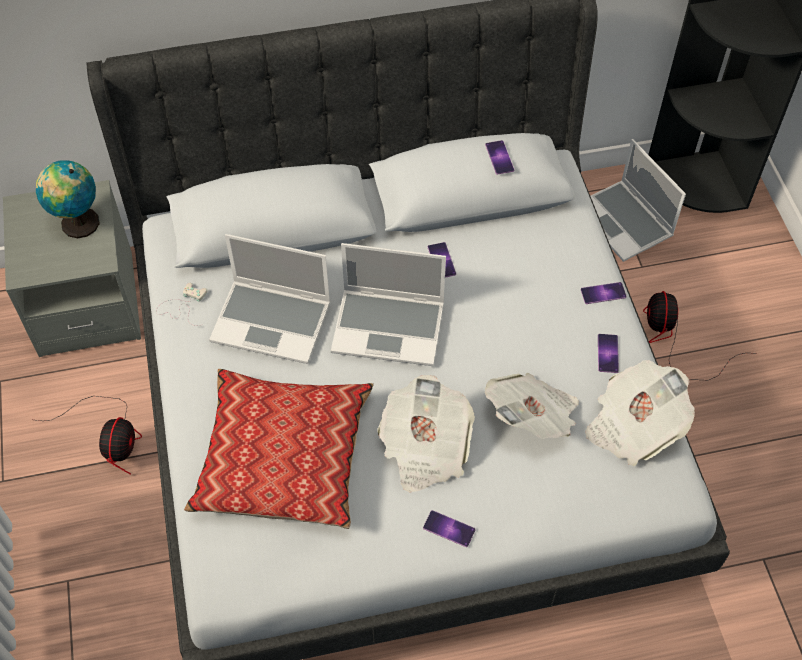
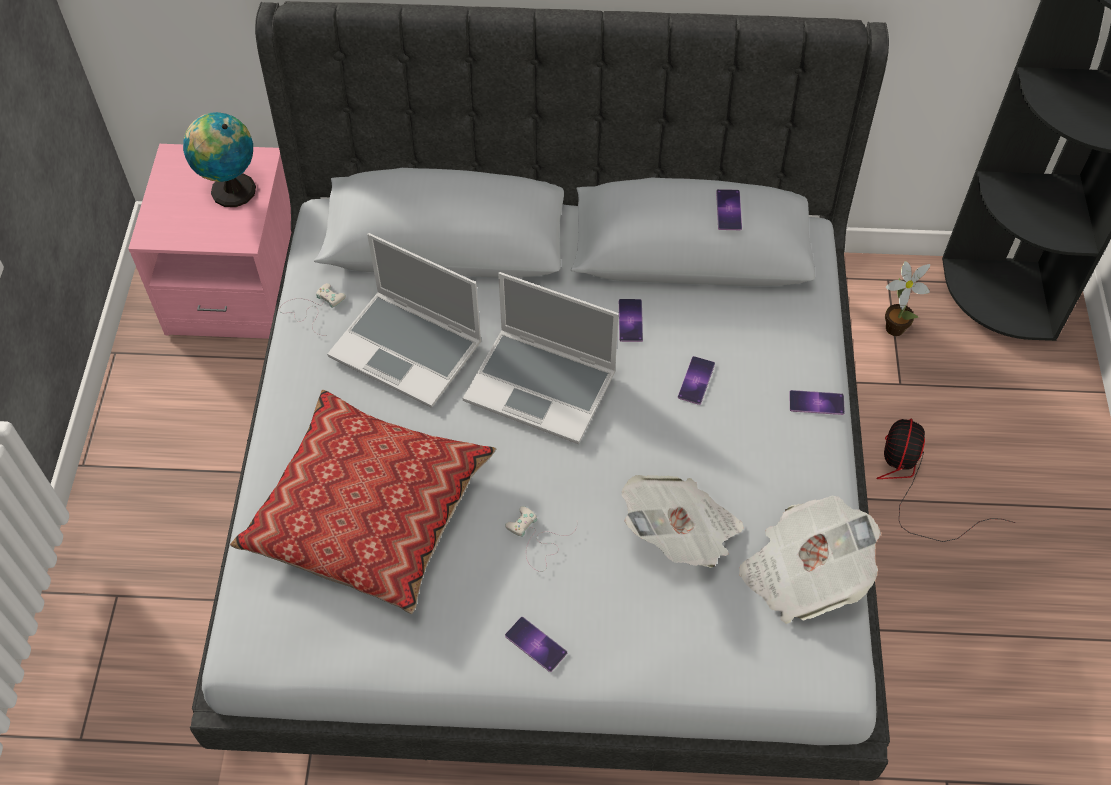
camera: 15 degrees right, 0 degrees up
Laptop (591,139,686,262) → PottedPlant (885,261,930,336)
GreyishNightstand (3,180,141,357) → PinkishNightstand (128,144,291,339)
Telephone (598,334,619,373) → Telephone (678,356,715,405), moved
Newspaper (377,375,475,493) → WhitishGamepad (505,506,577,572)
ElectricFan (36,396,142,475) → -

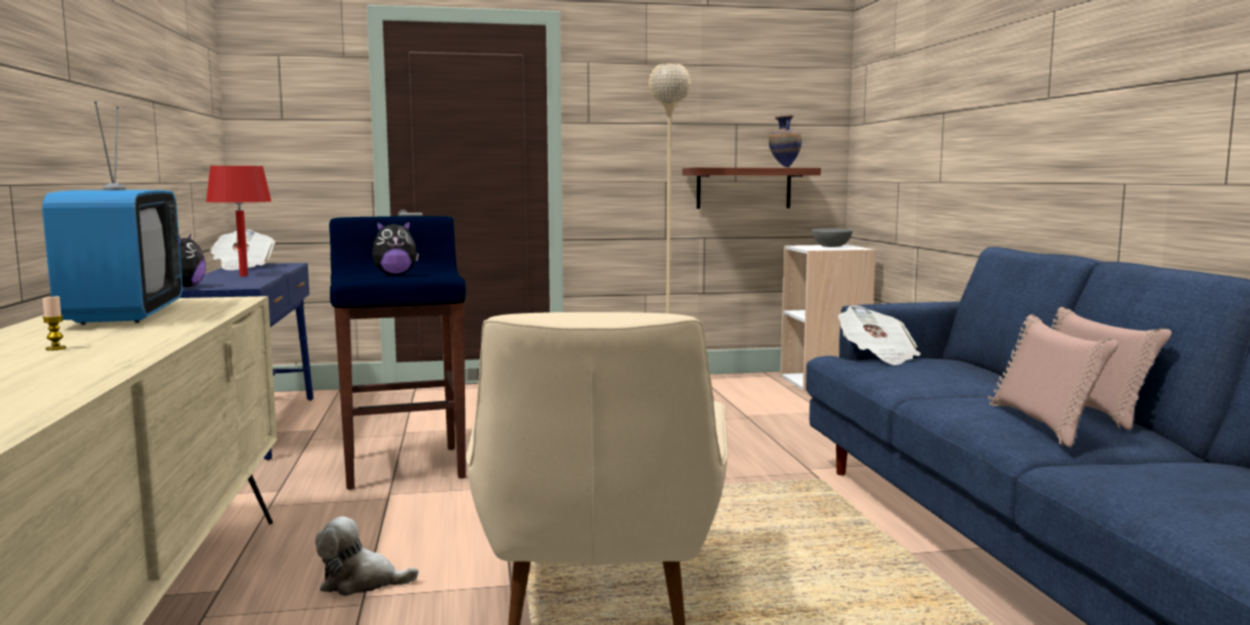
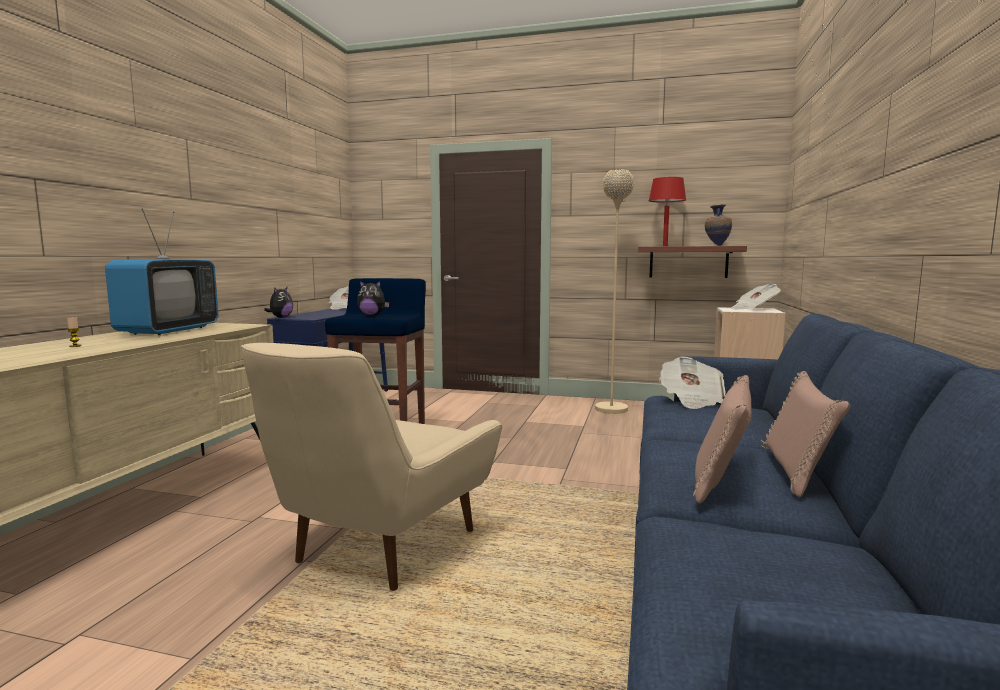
camera: 25 degrees right, 0 degrees up
RedColouredTableLamp (206,166,271,276) → RedColouredTableLamp (649,177,686,246), moved
GreyishDeepDish (811,228,853,247) → Newspaper (731,284,781,310)
PlushToy (315,516,418,596) → -

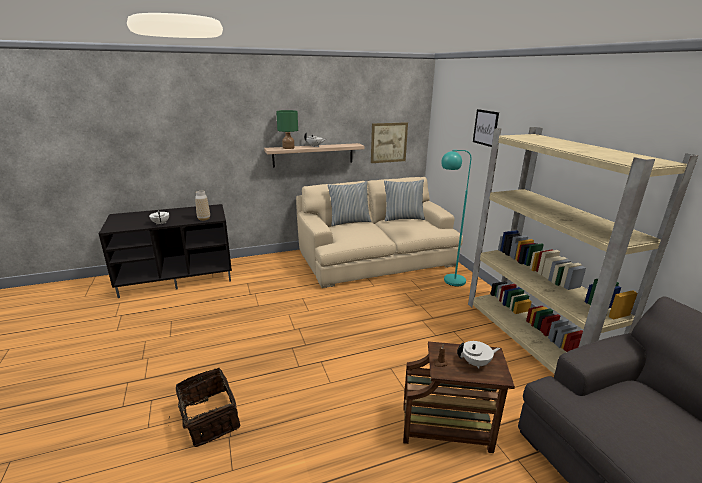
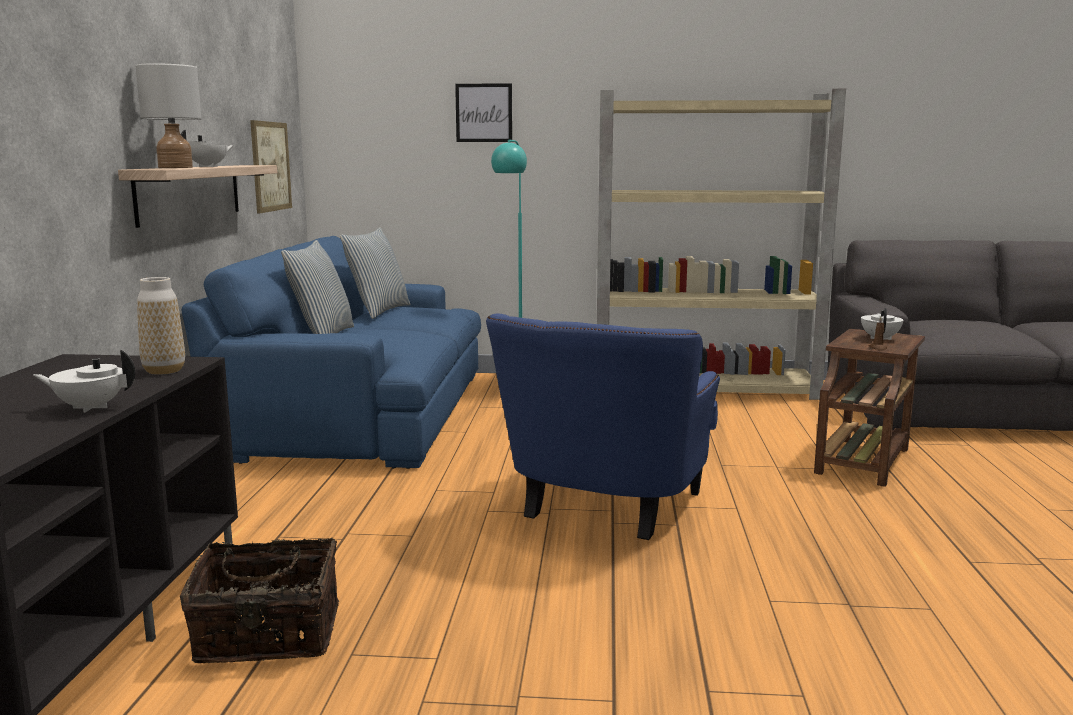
camera: 65 degrees left, 10 degrees down
GreenTableLamp (276,110,298,149) → GreyishTableLamp (135,63,201,168)
BeigeCouch (296,177,463,288) → BluishCouch (182,236,481,469)
Basket (170,368,241,447) → Basket (180,538,339,663), moved
- → BluishLoungeChair (486,313,720,540)

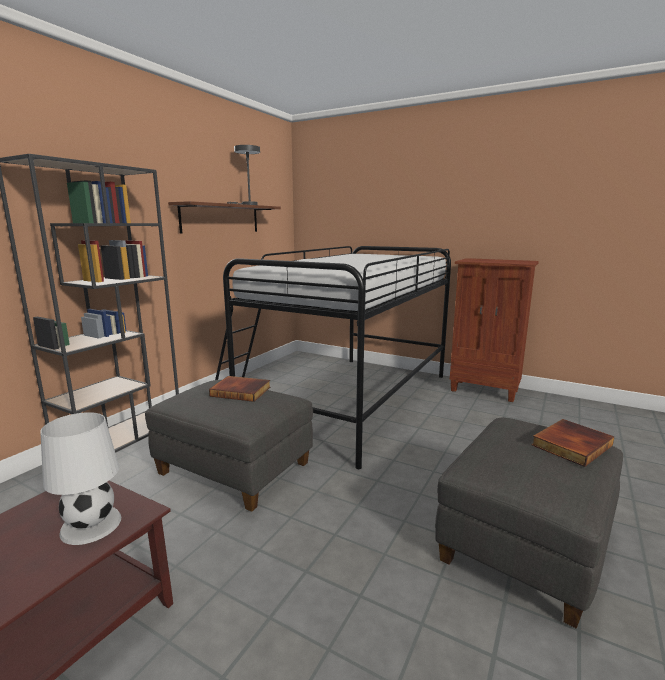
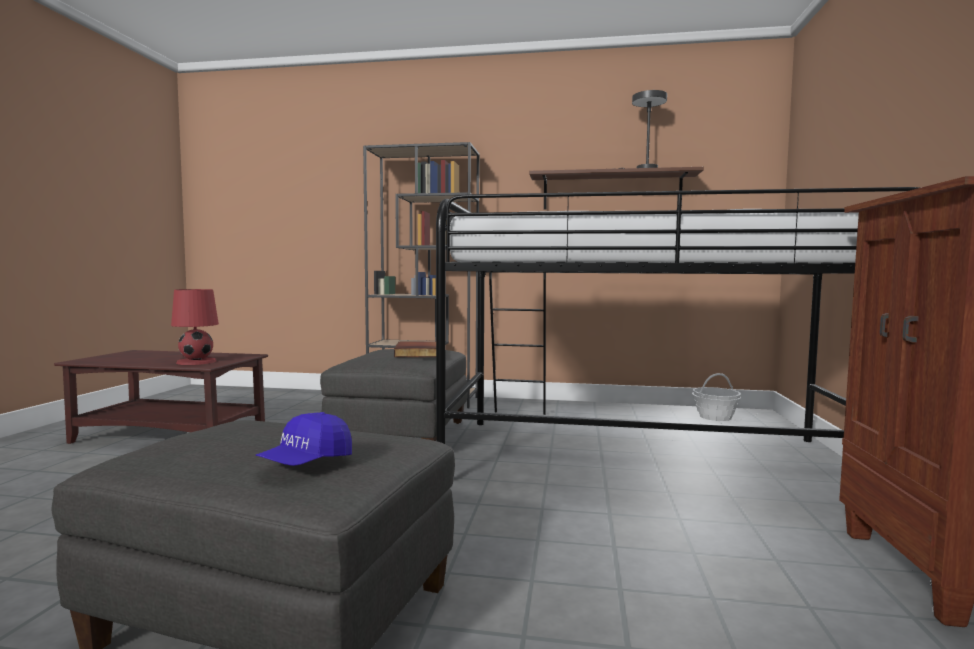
camera: 70 degrees right, 10 degrees down
WhitishTableLamp (40,412,121,545) → RedColouredTableLamp (171,289,219,365)
BoundBook (532,419,614,467) → BluishCap (255,412,352,466)
- → Basket (692,373,741,421)

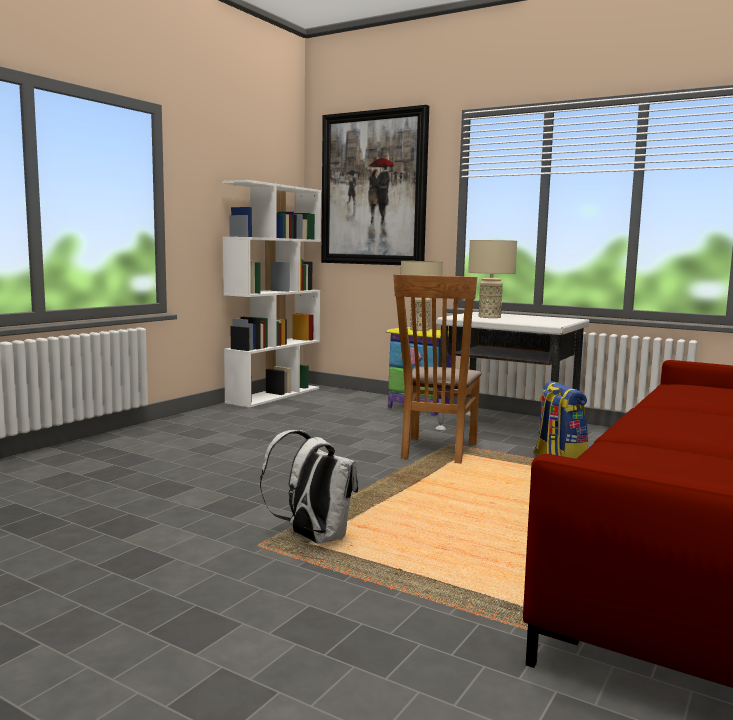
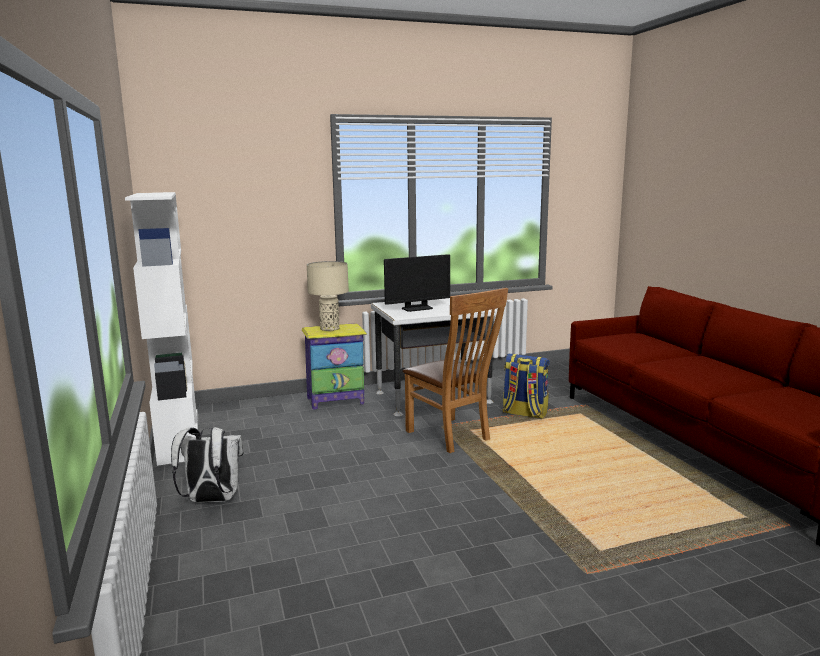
camera: 50 degrees left, 5 degrees up
WallPicture (321,105,429,265) → -
BeigeTableLamp (468,240,517,318) → Monitor (384,254,450,312)
WhitishKnapsack (260,430,358,544) → WhitishKnapsack (171,427,244,503), moved

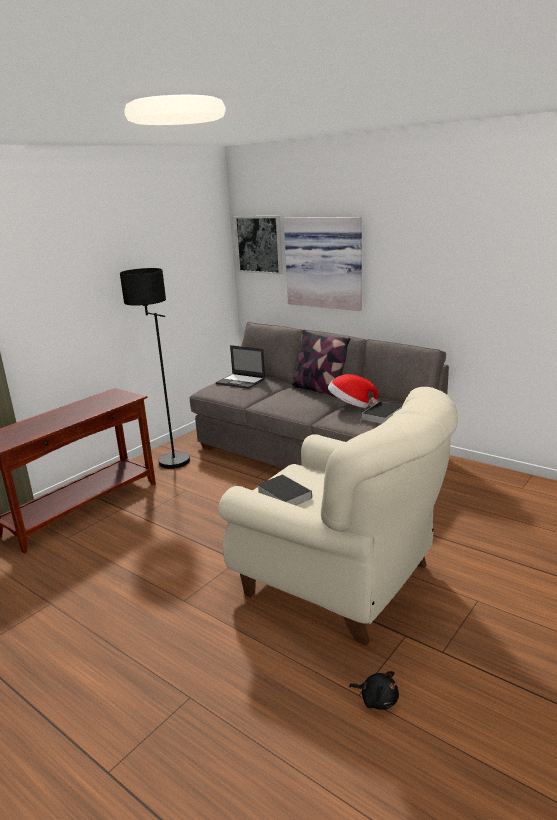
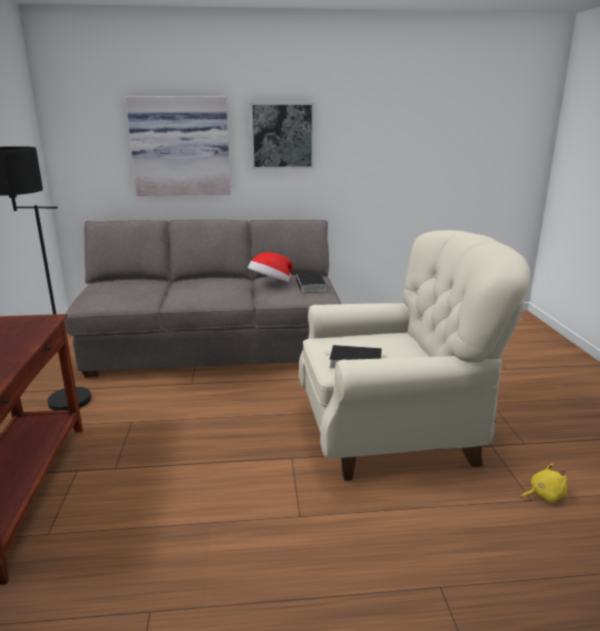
camera: 45 degrees left, 0 degrees up
WallPicture (234,216,283,275) → WallPicture (250,102,314,169), moved
Cushion (291,330,351,398) → -
Laptop (216,345,266,389) → -
BlackColouredPlushToy (349,671,399,710) → YellowColouredPlushToy (521,464,567,503)

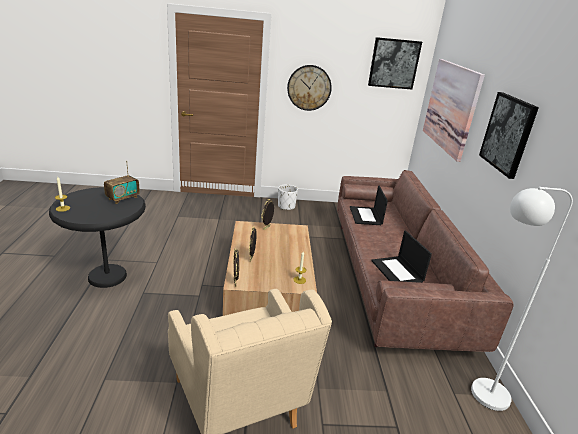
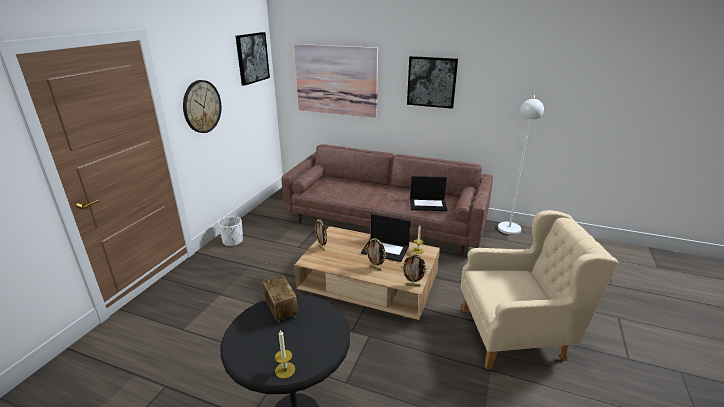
camera: 65 degrees left, 0 degrees up
Laptop (350,186,388,225) → Laptop (361,214,411,262), moved

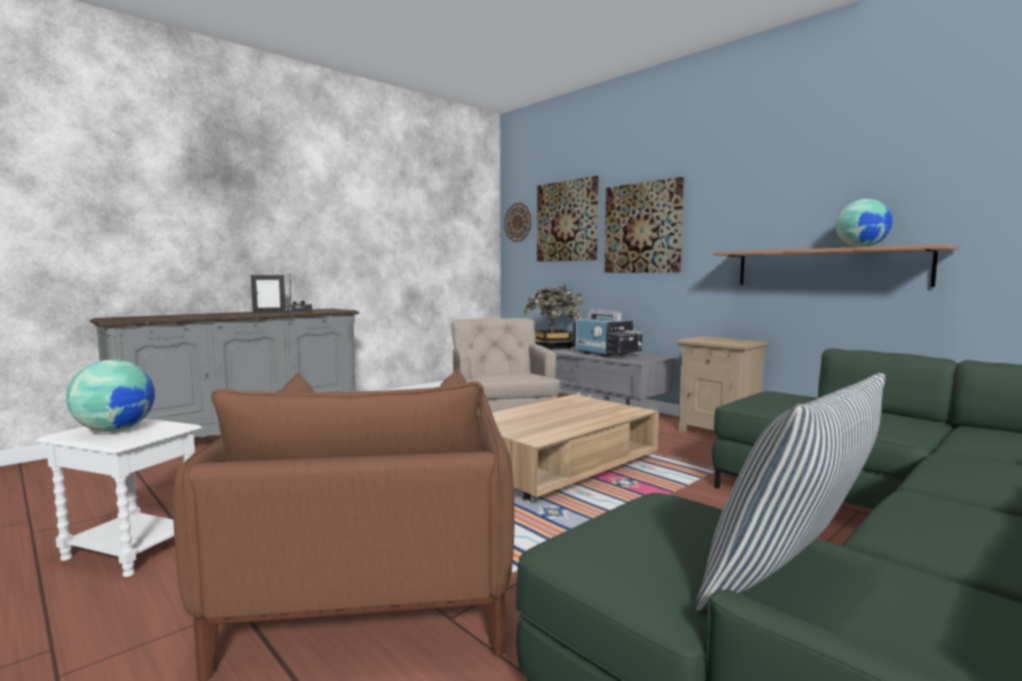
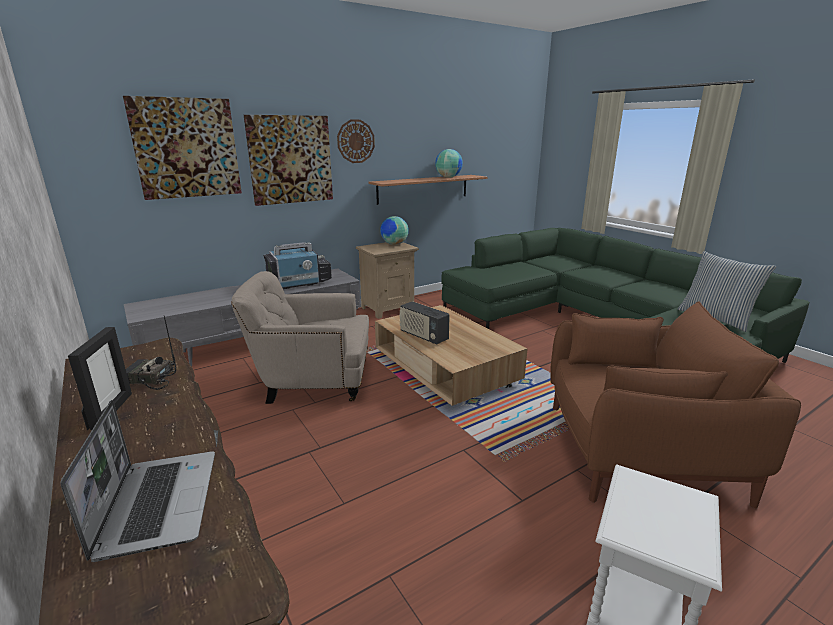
camera: 80 degrees left, 15 degrees up
ClockOnTheWall (505,203,531,242) → ClockOnTheWall (337,120,375,163), moved
PottedPlant (524,284,585,350) → -
Globe (66,360,155,432) → Globe (380,216,409,245), moved
- → RadioReceiver (399,301,450,344)
- → Laptop (61,400,215,562)

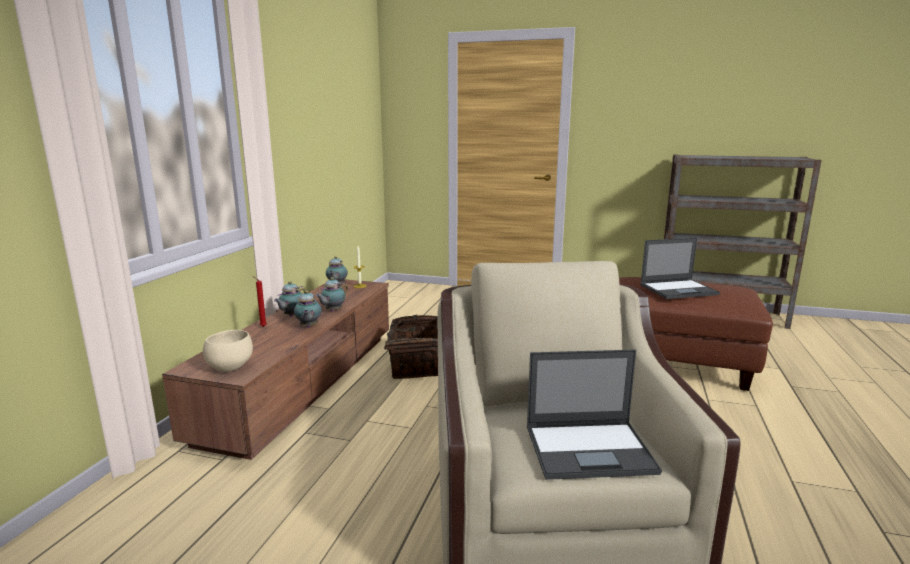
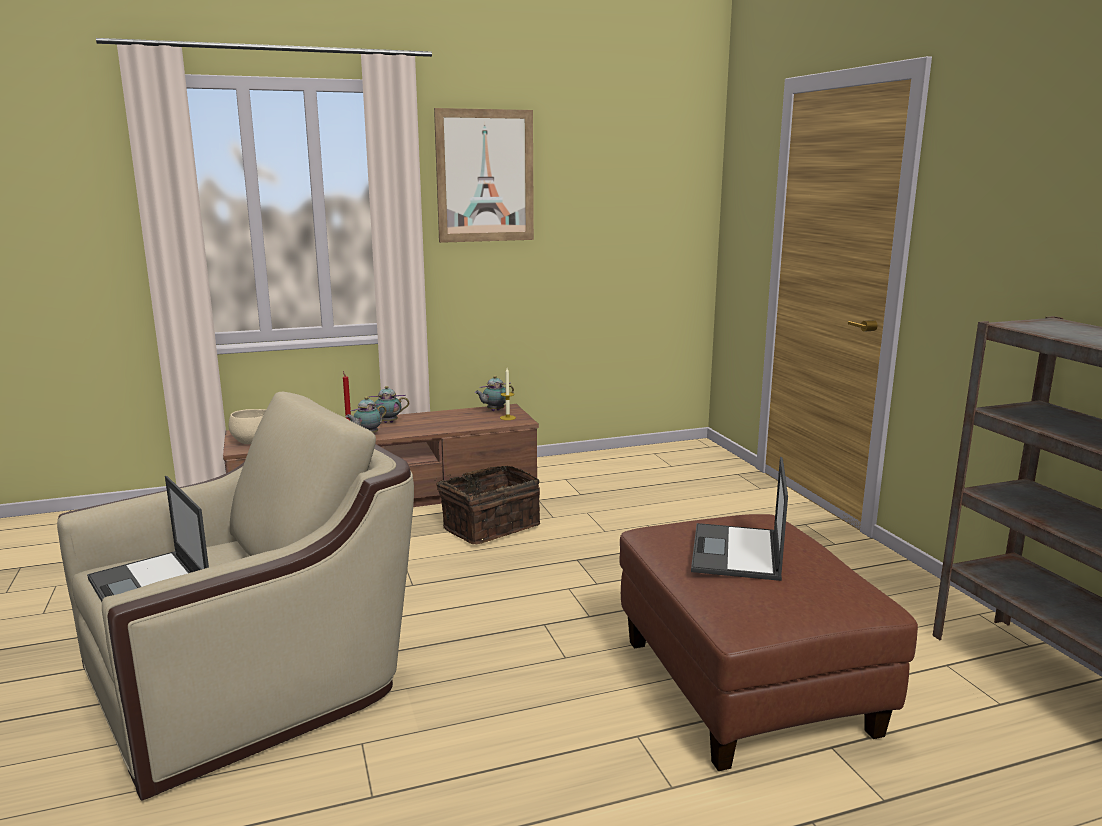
camera: 55 degrees right, 0 degrees up
Laptop (640,238,720,299) → Laptop (691,457,788,581), 60 degrees clockwise
Teapot (315,277,348,311) → -
- → WallPicture (434,108,534,243)

